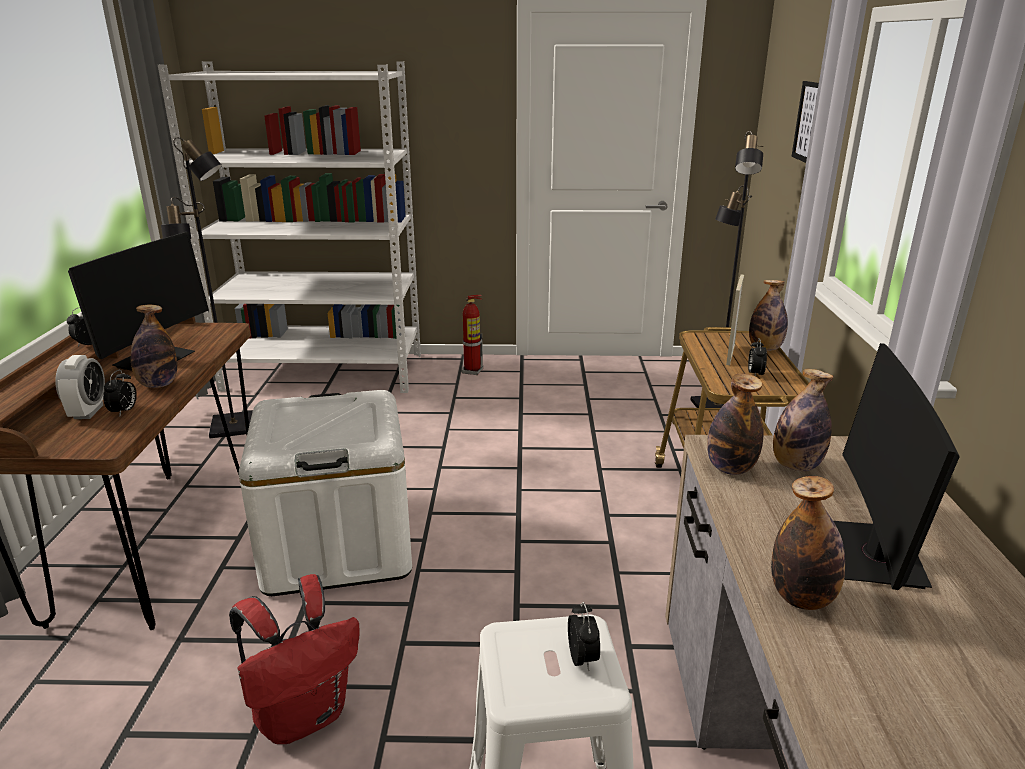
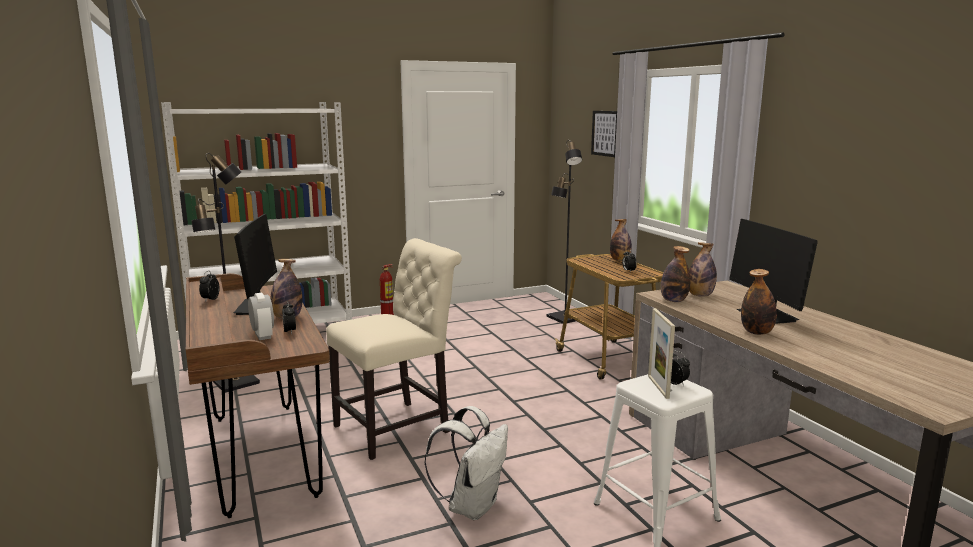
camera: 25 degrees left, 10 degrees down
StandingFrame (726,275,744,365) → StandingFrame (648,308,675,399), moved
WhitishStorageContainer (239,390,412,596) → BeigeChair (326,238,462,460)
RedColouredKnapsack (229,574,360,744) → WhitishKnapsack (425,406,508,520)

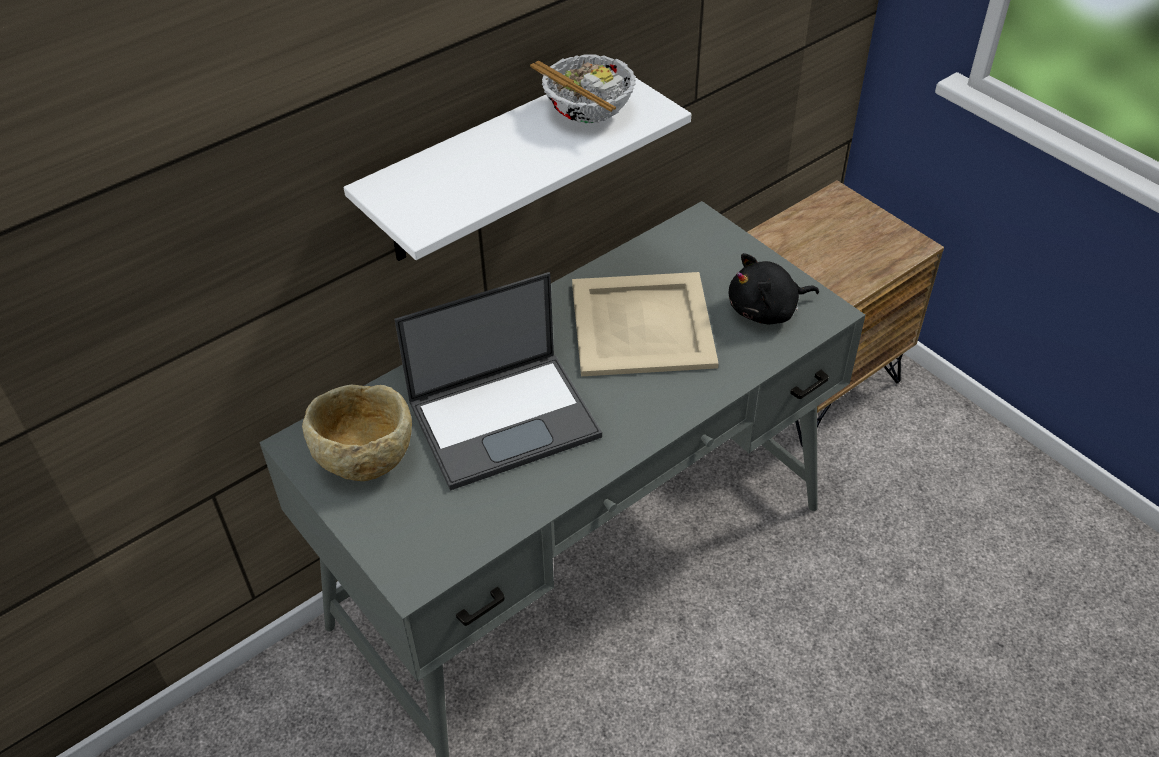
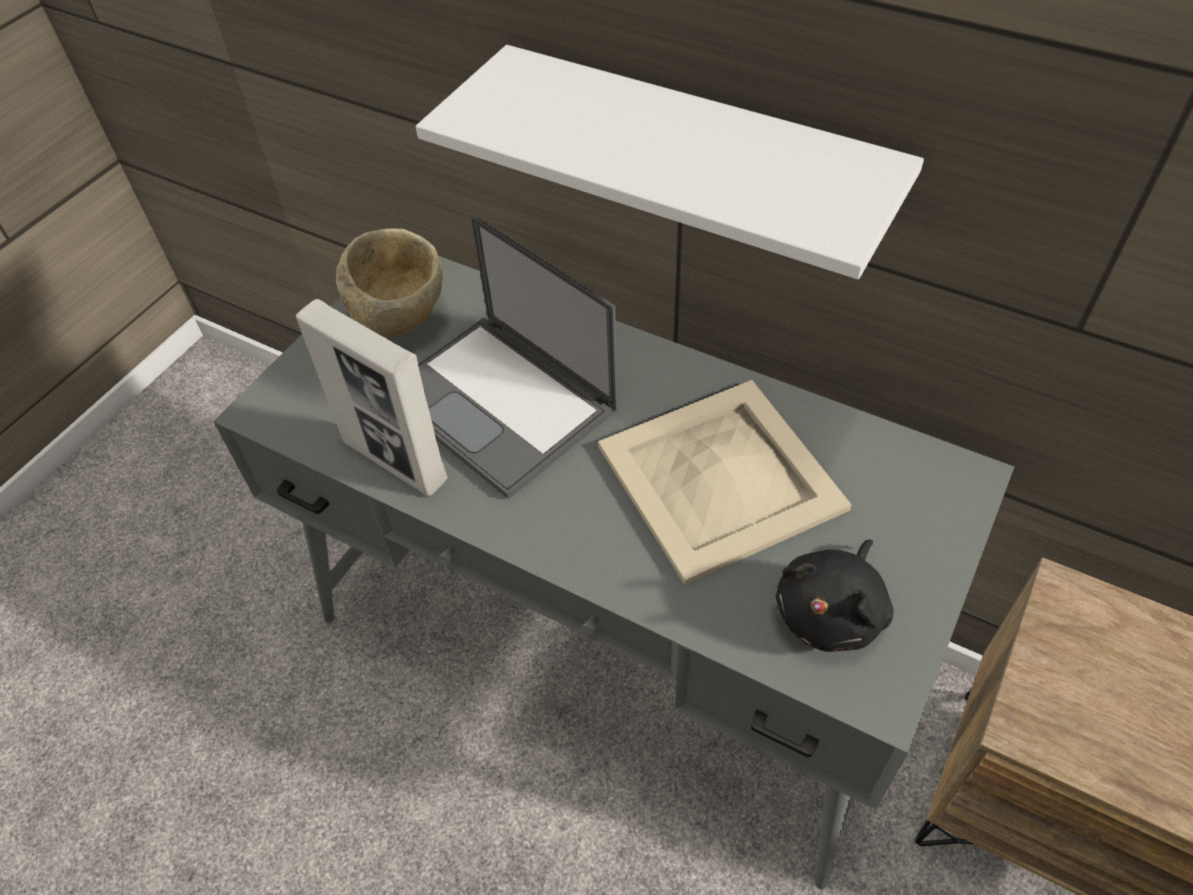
camera: 70 degrees right, 5 degrees up
DeepDish (530,54,636,123) → -
BlackColouredPlushToy (729,253,819,324) → BlackColouredPlushToy (776,539,894,652), 105 degrees counterclockwise
- → StandingFrame (296,299,447,496)

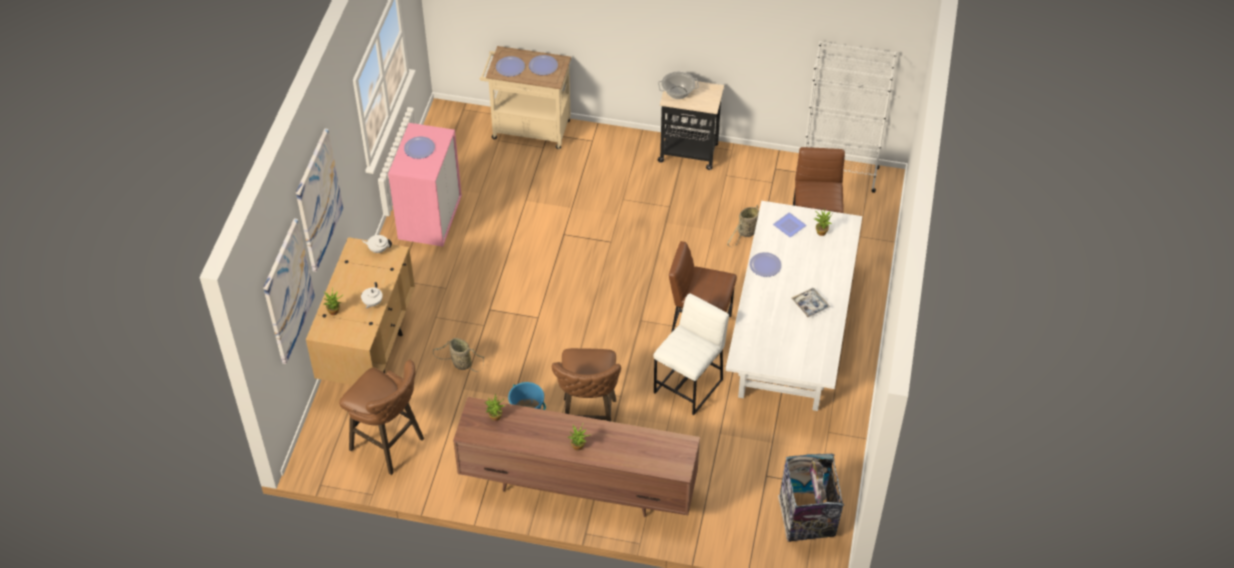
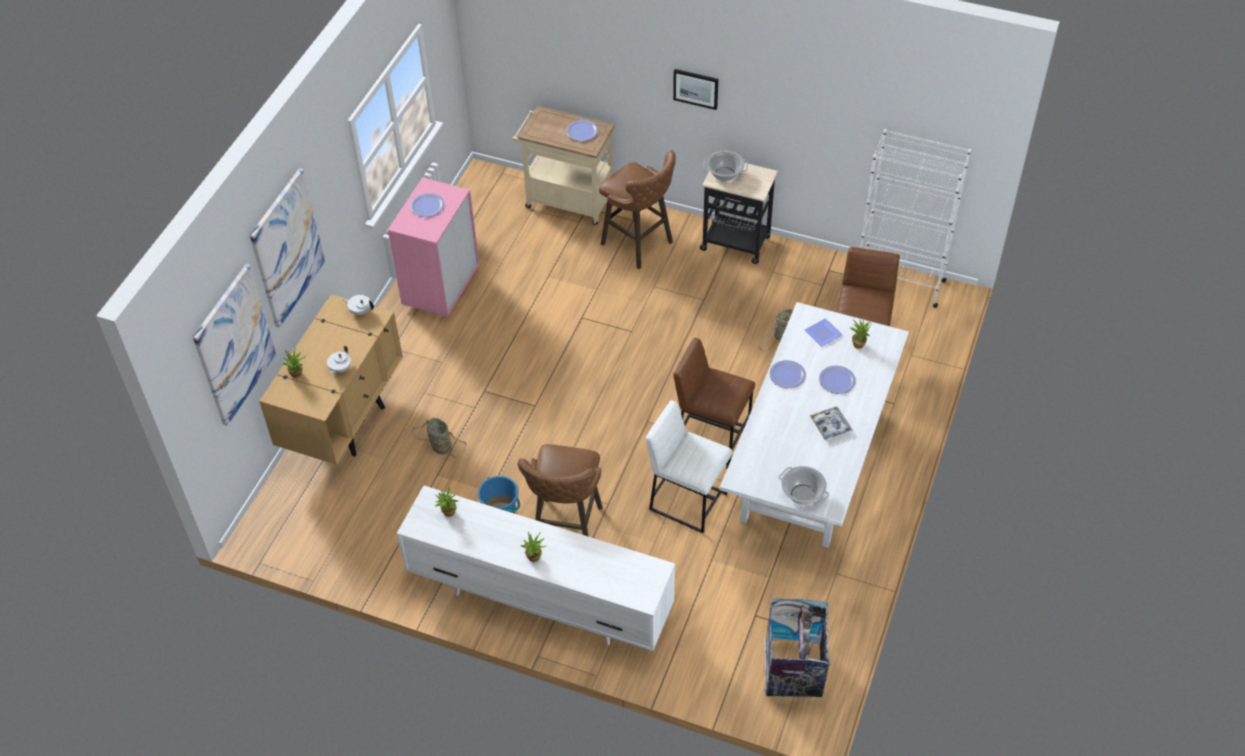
camera: 10 degrees right, 0 degrees up
FlatDish (496,56,525,77) → FlatDish (819,366,856,394), moved
WhitishChair (653,293,729,415) → WhitishChair (646,400,732,533), 105 degrees counterclockwise
BrownishSittingStool (339,360,424,475) → BrownishSittingStool (599,150,676,269), moved
BrownishStorageCabinet (453,397,700,517) → WhitishStorageCabinet (397,485,675,651)
- → WallPicture (673,69,718,110)
- → CookingPot (779,466,829,505)

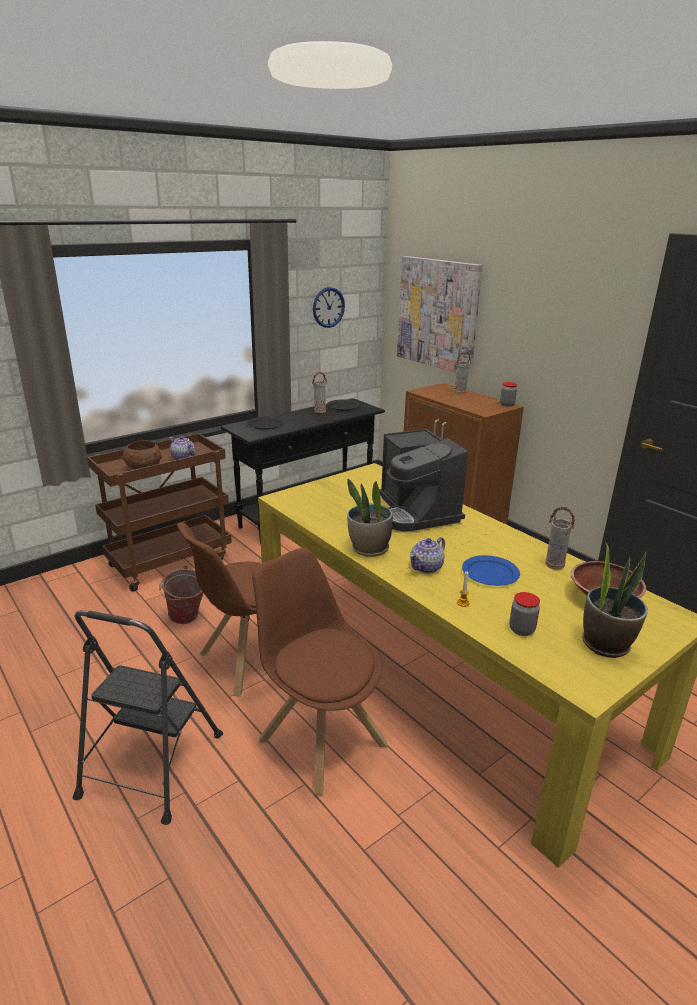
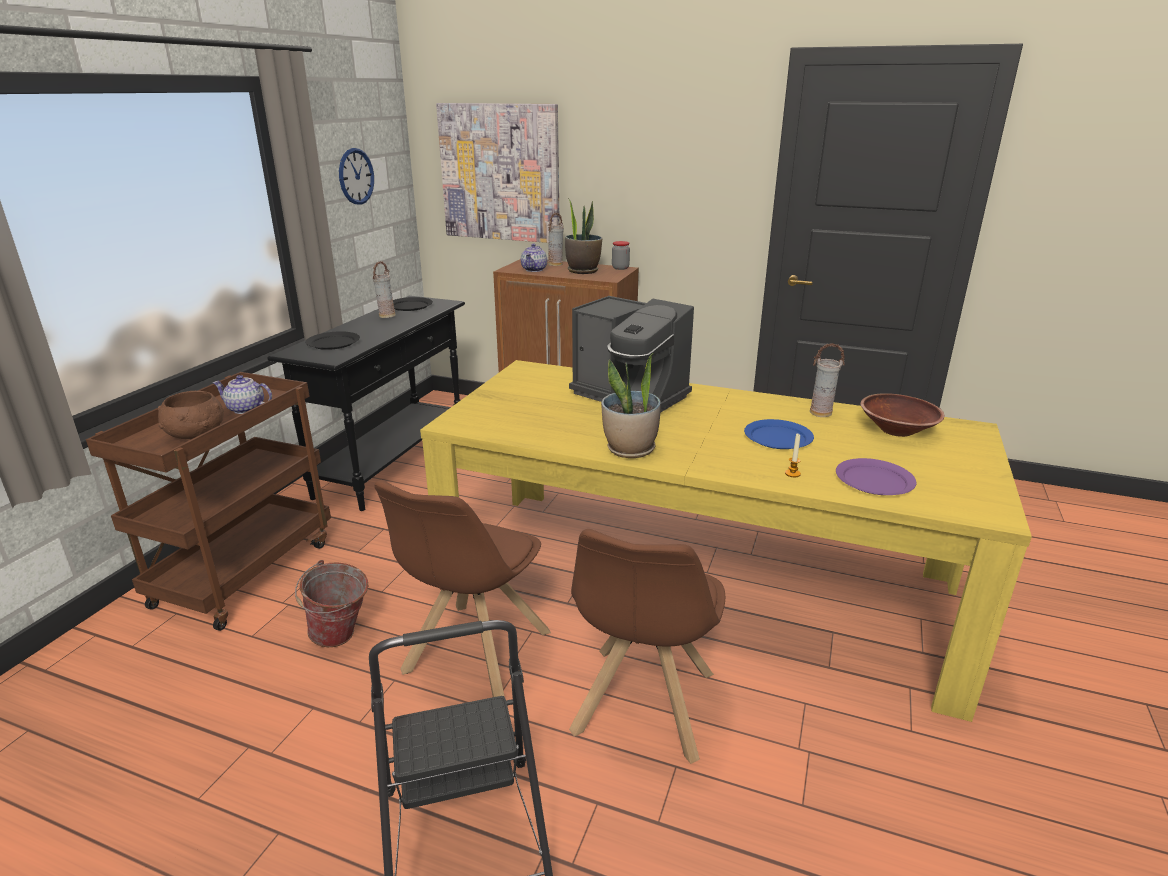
camera: 30 degrees left, 0 degrees up
Teapot (410,537,445,574) → Teapot (521,244,547,272), moved
PottedPlant (582,542,648,658) → PottedPlant (565,198,602,274), moved
BrownishChair (252,548,387,795) → BrownishChair (569,529,725,764), 90 degrees counterclockwise
StorageJar (509,592,540,636) → PurpleFlatDish (836,458,917,495)

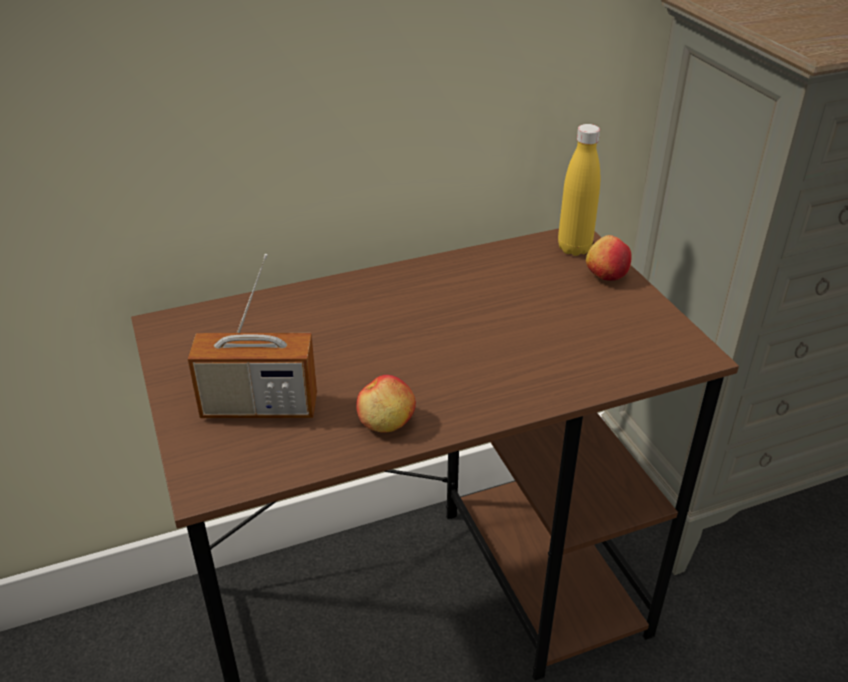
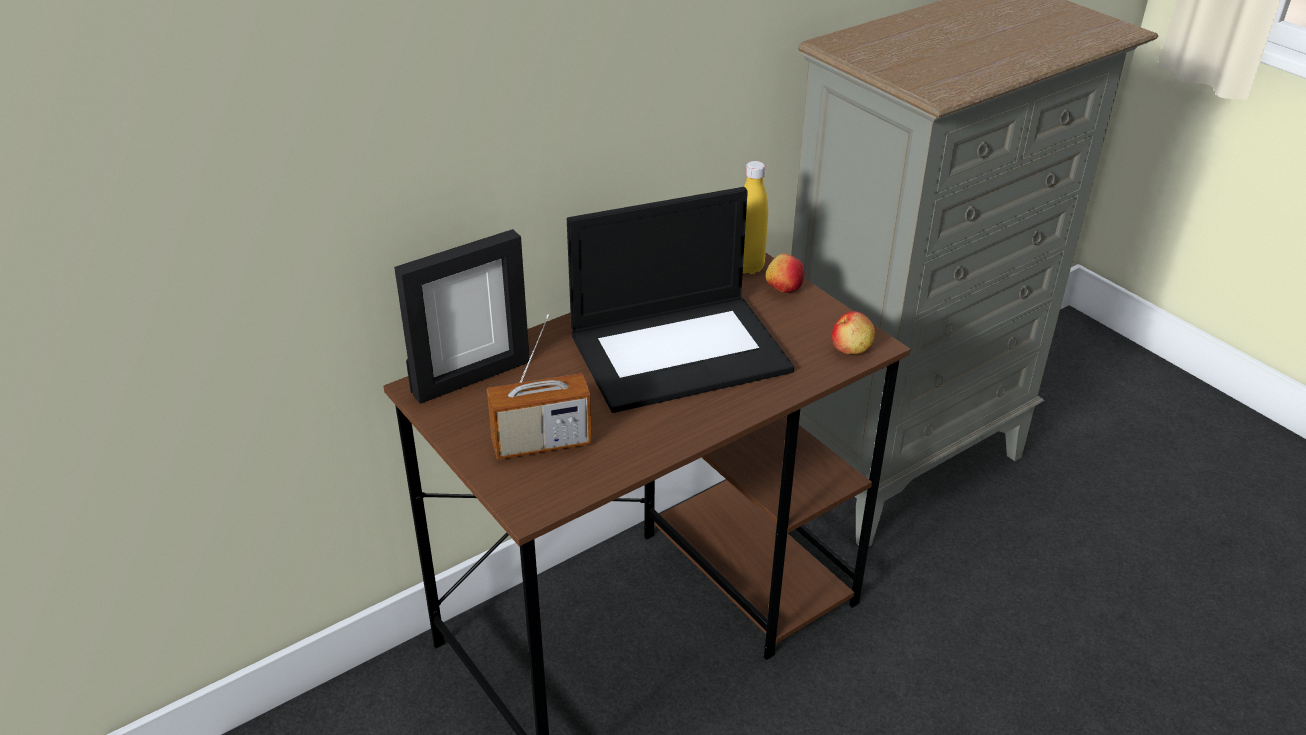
camera: 15 degrees left, 0 degrees up
WholeApple (357,375,416,433) → WholeApple (832,311,875,354), moved
- → Laptop (567,187,794,413)
- → StandingFrame (394,229,530,404)

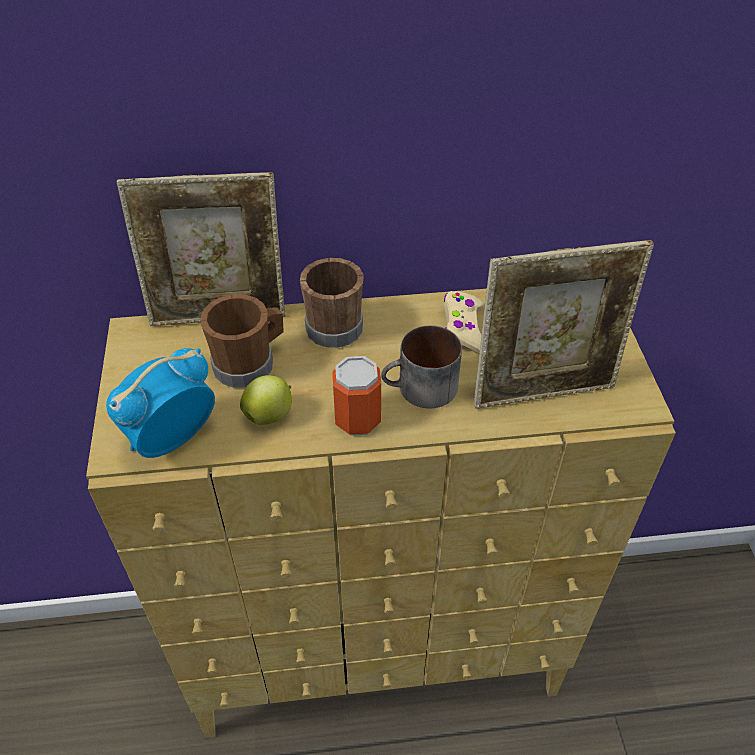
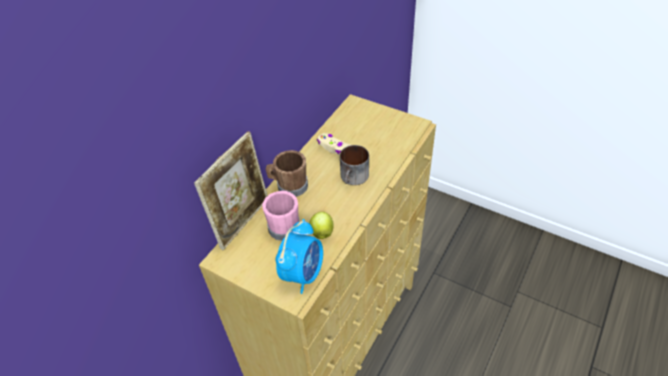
camera: 50 degrees left, 0 degrees up
StandingFrame (474,240,654,409) → -
BrownishMug (200,294,284,388) → PinkishMug (262,191,300,241)
TableClock (106,348,215,458) → TableClock (276,219,323,294), 150 degrees counterclockwise
MetalCan (332,356,381,436) → -

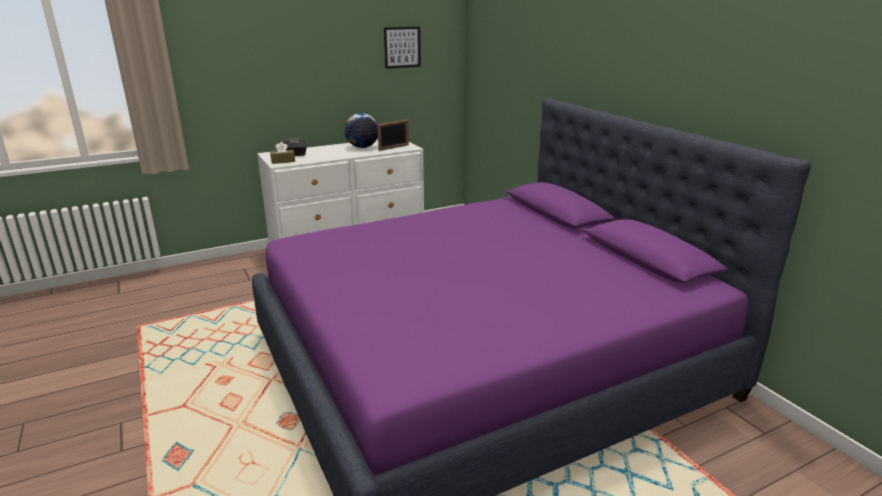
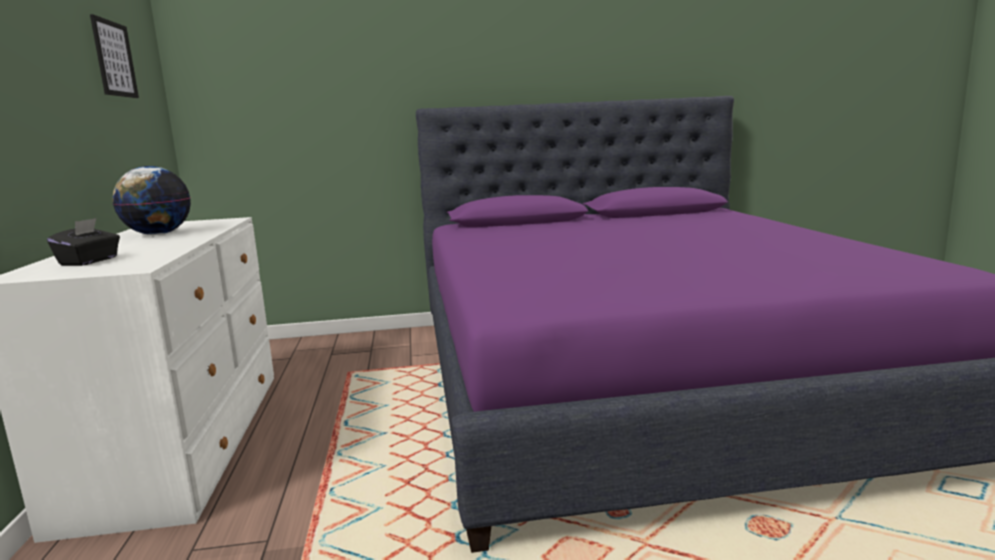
camera: 70 degrees left, 10 degrees down
StandingFrame (377,119,409,151) → -
BrownishTissueBox (270,142,295,164) → -

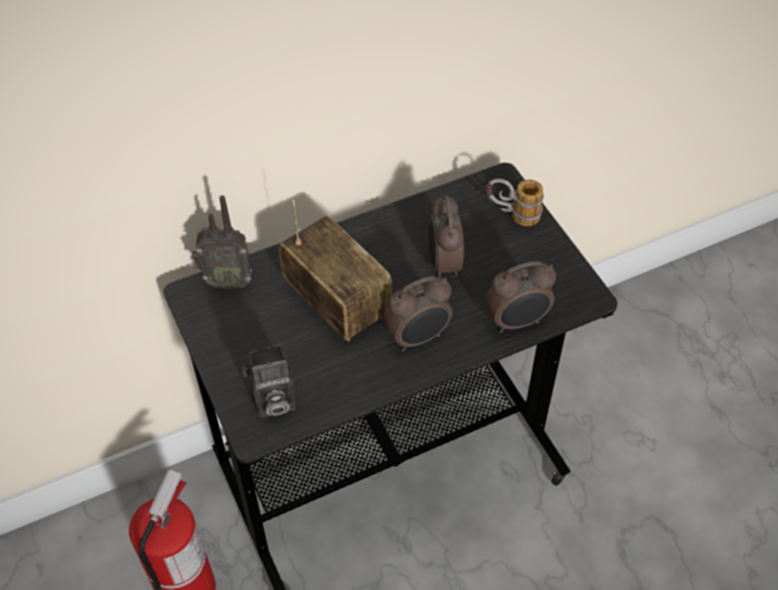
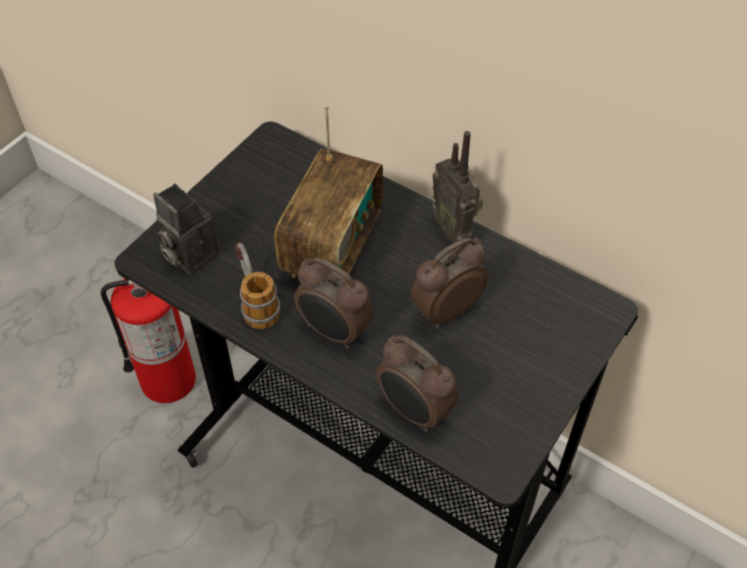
camera: 60 degrees right, 0 degrees up
Mug (486,178,544,226) → Mug (235,242,280,329), moved
RadioReceiver (192,195,252,290) → RadioReceiver (433,131,483,243), moved

